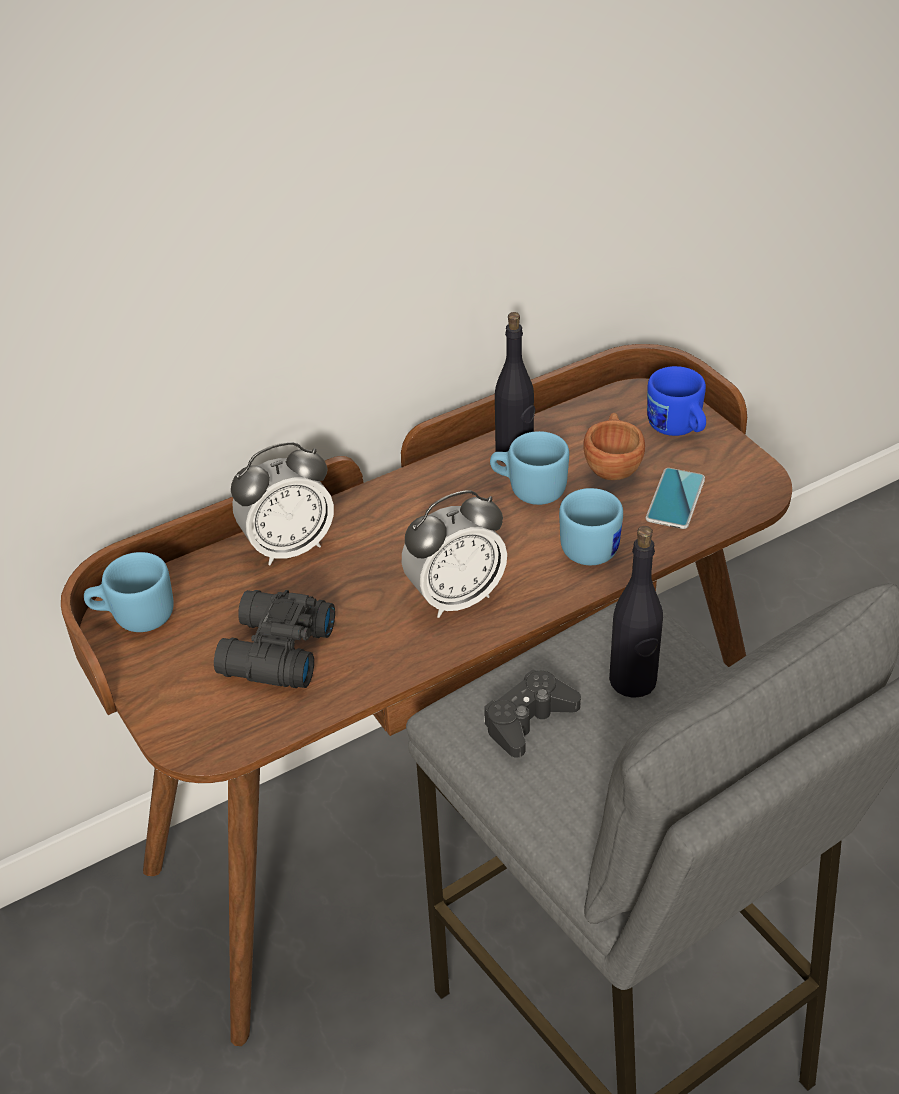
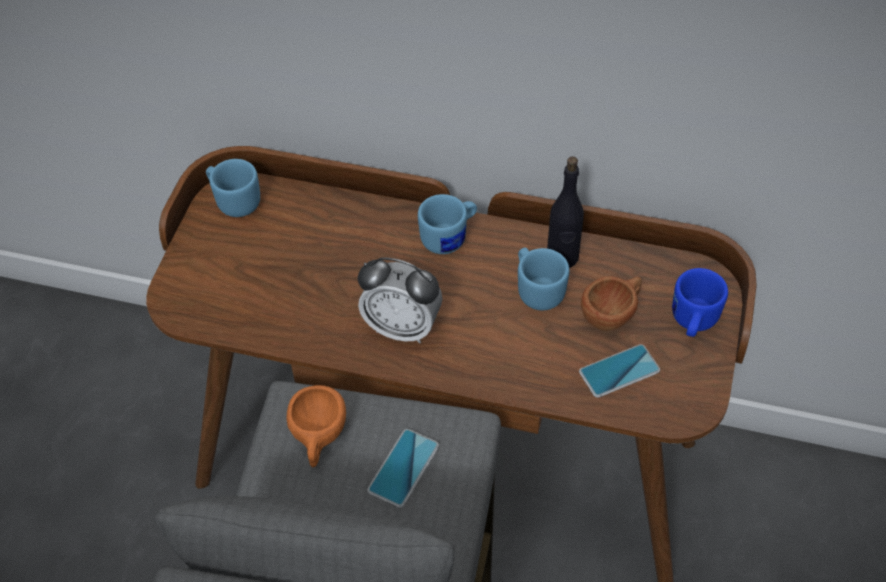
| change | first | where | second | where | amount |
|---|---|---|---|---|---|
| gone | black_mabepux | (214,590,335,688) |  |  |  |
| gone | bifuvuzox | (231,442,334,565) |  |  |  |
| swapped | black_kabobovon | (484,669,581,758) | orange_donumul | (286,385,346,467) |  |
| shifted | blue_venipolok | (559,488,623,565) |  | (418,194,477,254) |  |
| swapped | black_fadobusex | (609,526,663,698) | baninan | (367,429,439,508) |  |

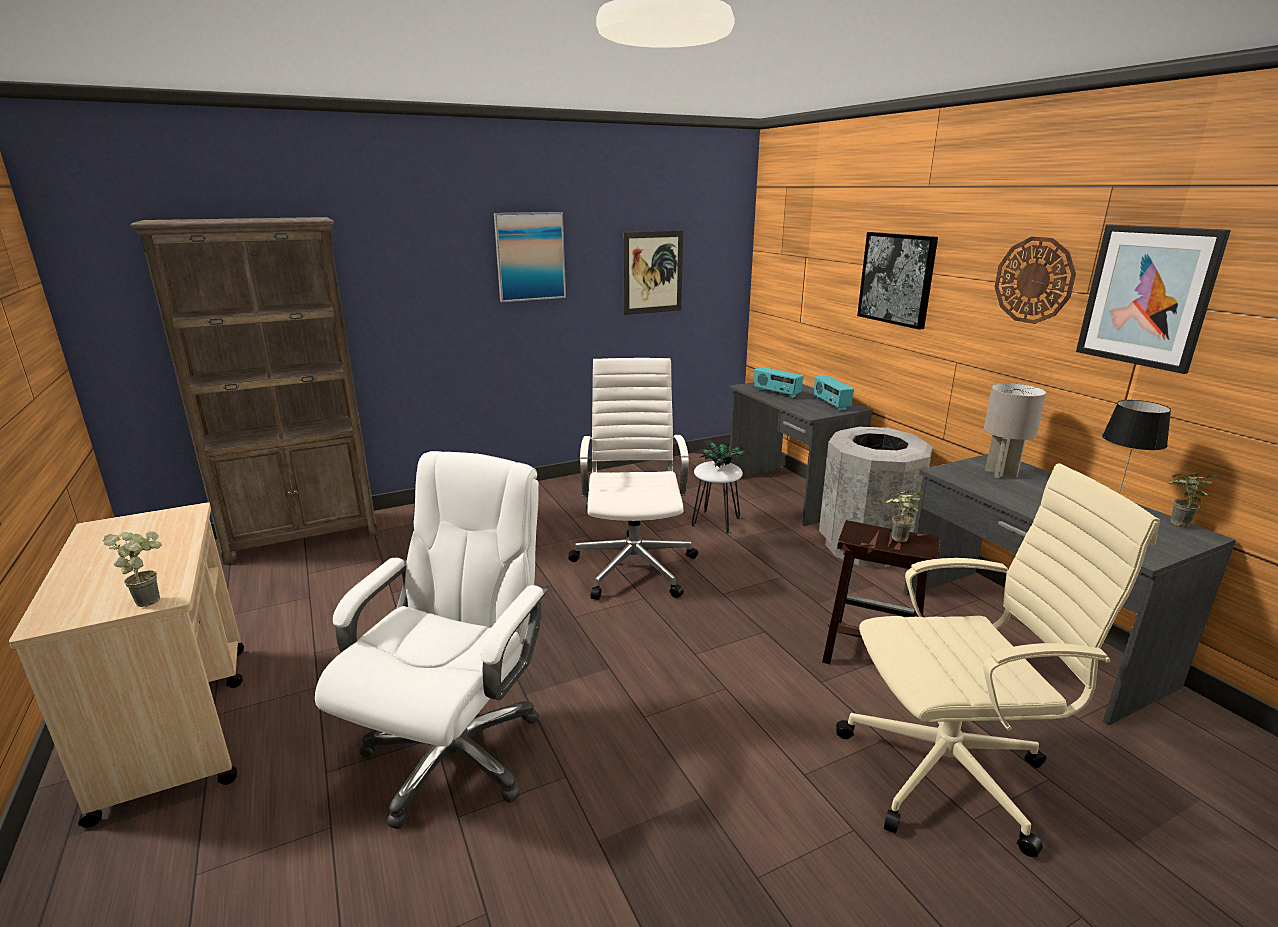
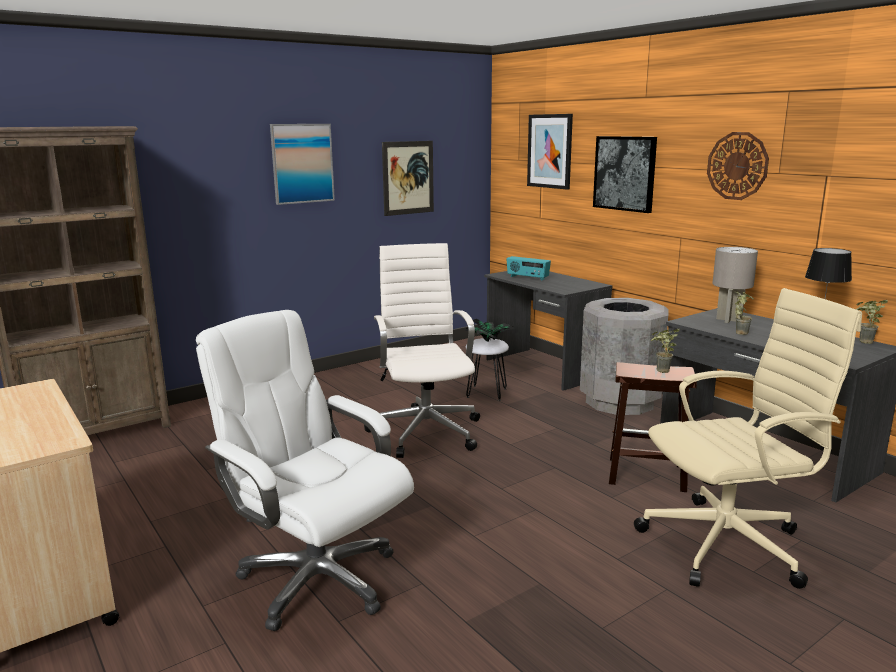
| change | first | where | second | where | amount |
|---|---|---|---|---|---|
| shifted | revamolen | (103,531,162,607) |  | (735,291,754,335) |  |
| rotated | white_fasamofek | (315,451,548,829) |  | (196,310,414,631) | 60 degrees counterclockwise |
| gone | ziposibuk | (814,375,854,411) |  |  |  |
| shifted | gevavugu | (1076,224,1231,374) |  | (527,114,573,190) |  |

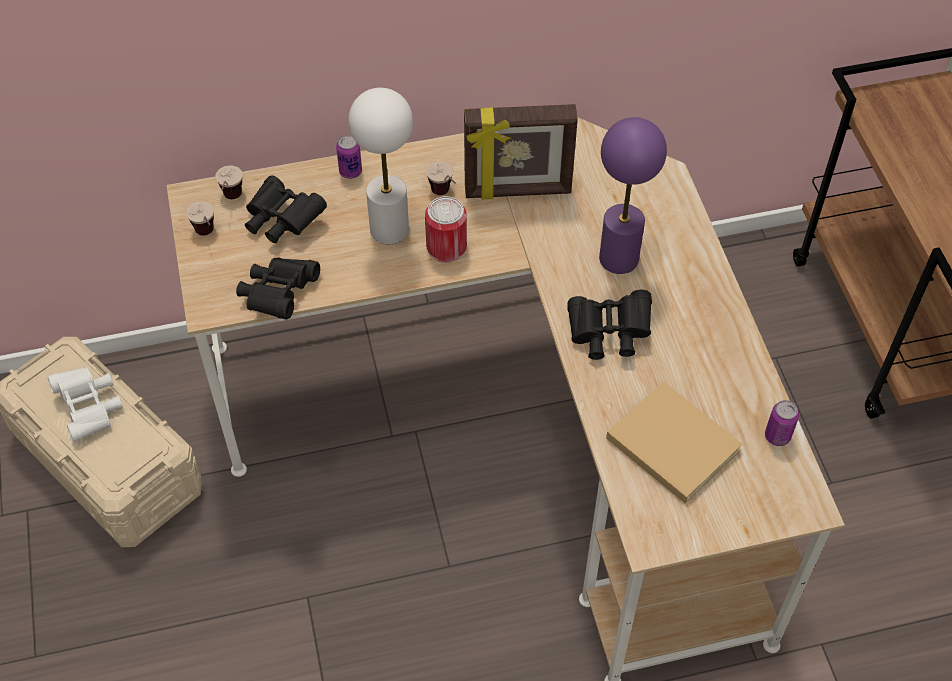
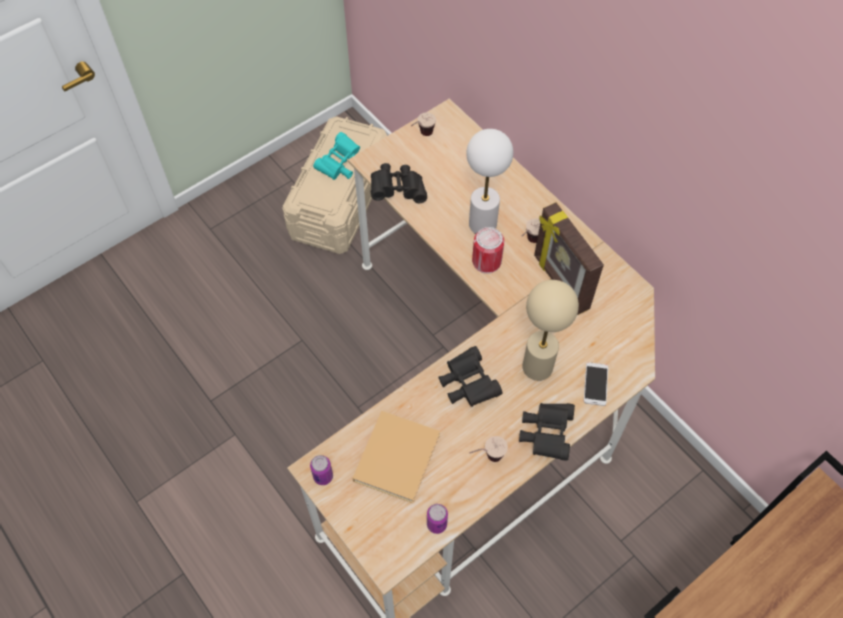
| change | first | where | second | where | amount |
|---|---|---|---|---|---|
| repainted | white_mabepux | (48,367,123,442) | turquoise_mabepux | (313,132,360,180) |  |
| shifted | donumul | (215,165,243,199) |  | (469,436,508,462) |  |
| shifted | black_mabepux | (245,175,327,243) |  | (519,403,575,461) |  |
| shifted | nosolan | (336,135,362,179) |  | (310,455,333,485) |  |
| repainted | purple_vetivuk | (599,117,667,274) | beige_vetivuk | (522,280,579,381) |  |
| new |  |  | baninan | (584,362,608,406) |  |

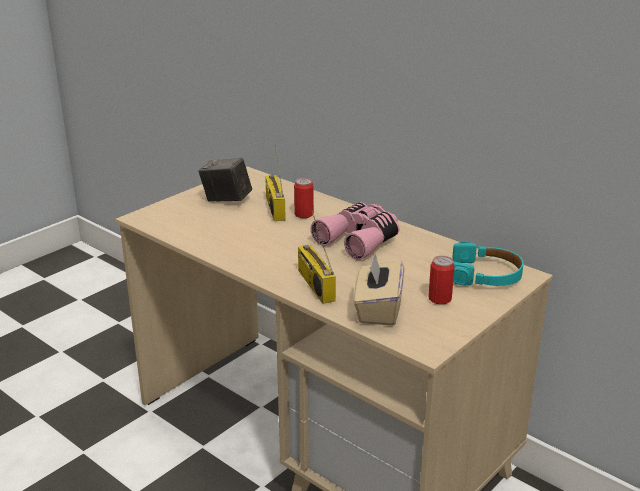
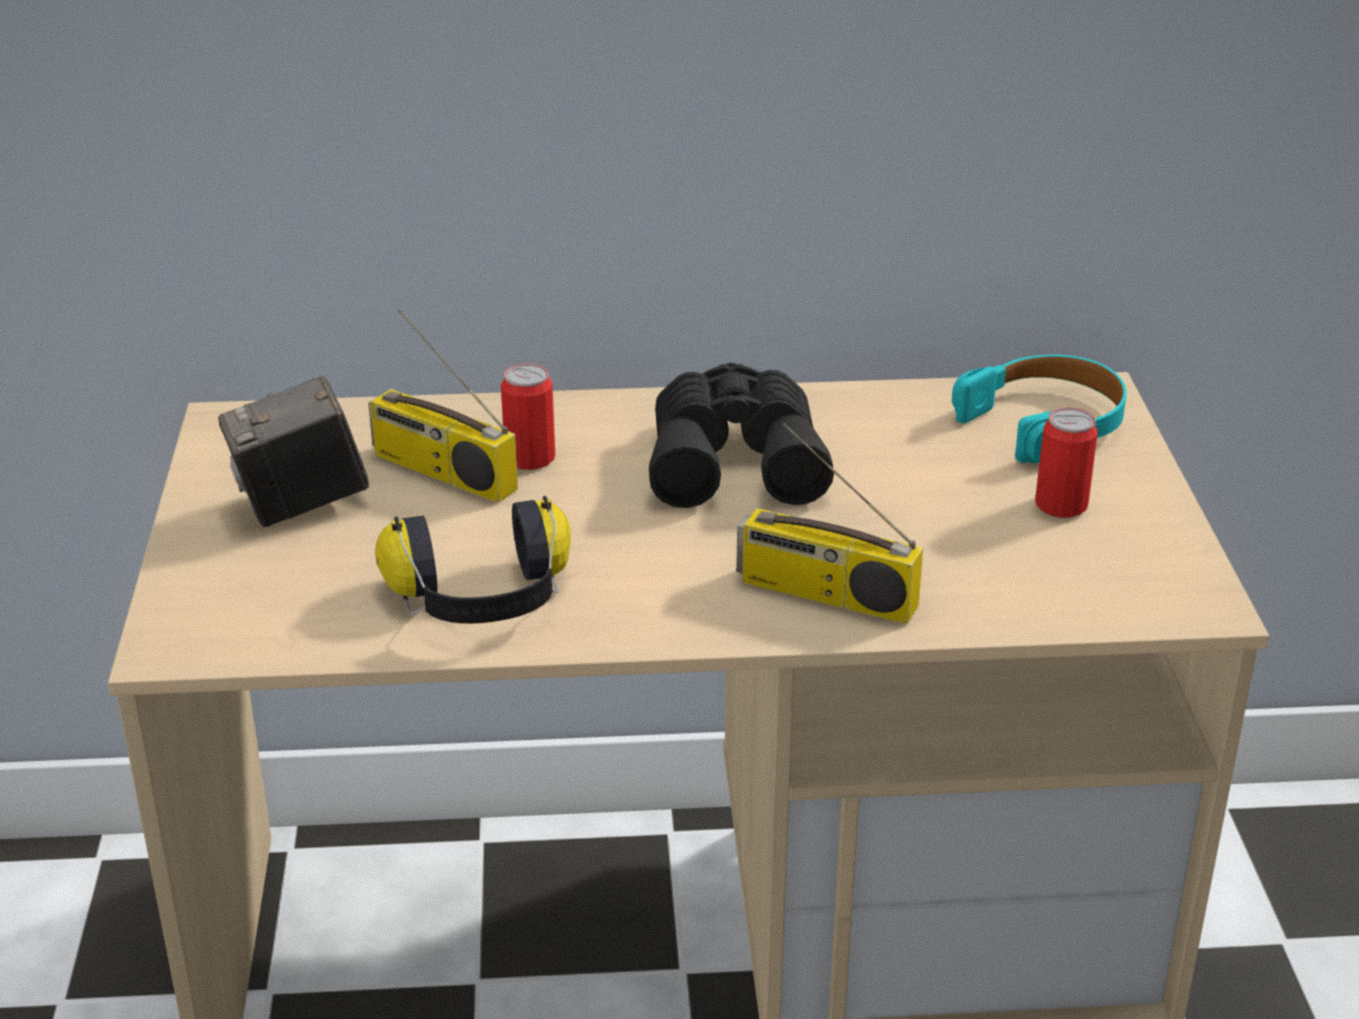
| change | first | where | second | where | amount |
|---|---|---|---|---|---|
| repainted | pink_mabepux | (311,202,399,260) | black_mabepux | (649,363,834,508) |  |
| gone | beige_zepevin | (353,254,405,326) |  |  |  |
| new |  |  | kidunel | (375,496,571,624) |  |

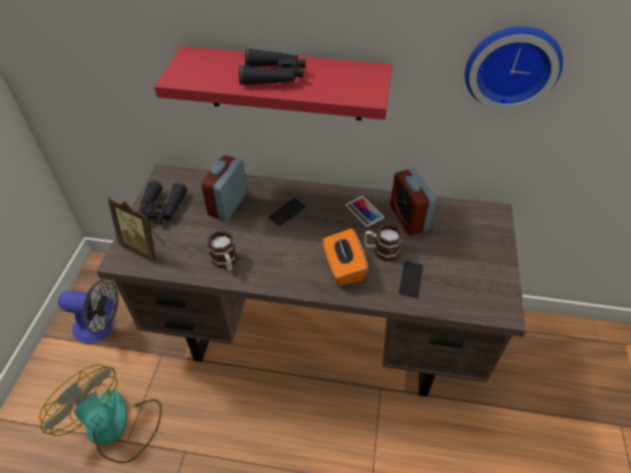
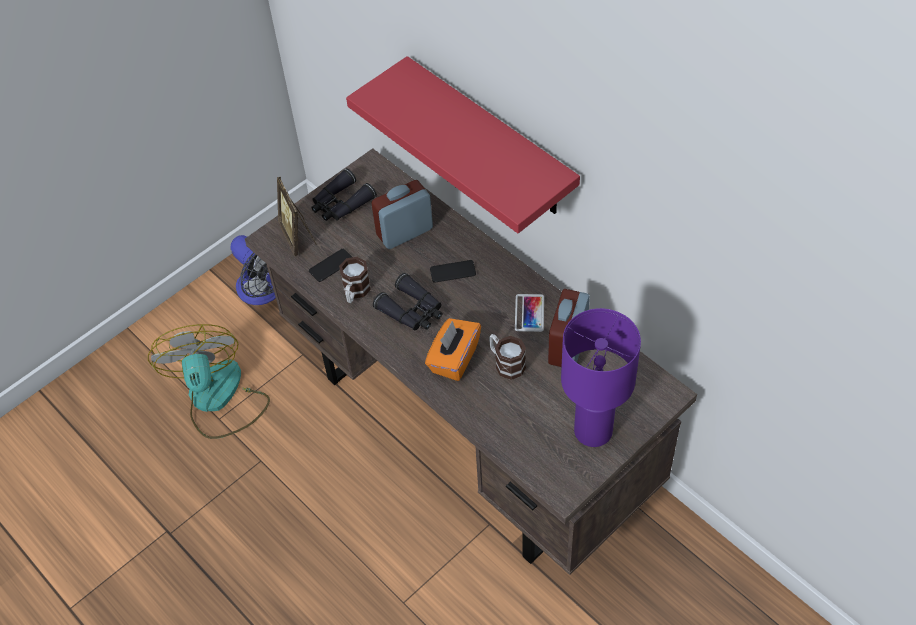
| change | first | where | second | where | amount |
|---|---|---|---|---|---|
| shifted | black_mabepux | (239,48,306,85) |  | (373,273,442,331) |  |
| shifted | baninan | (399,261,423,297) |  | (309,249,352,282) |  |
| gone | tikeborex | (465,26,563,111) |  |  |  |
| new |  |  | purple_vetivuk | (561,308,641,447) |  |

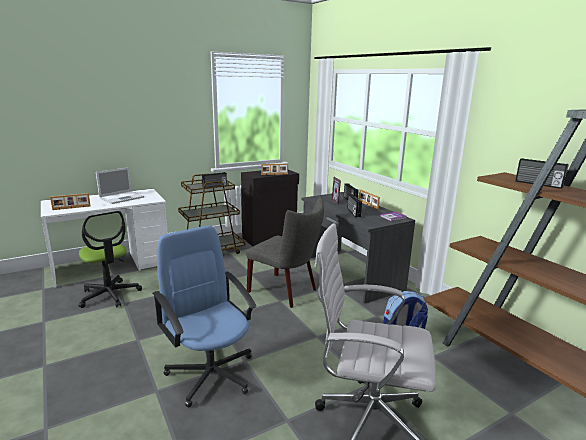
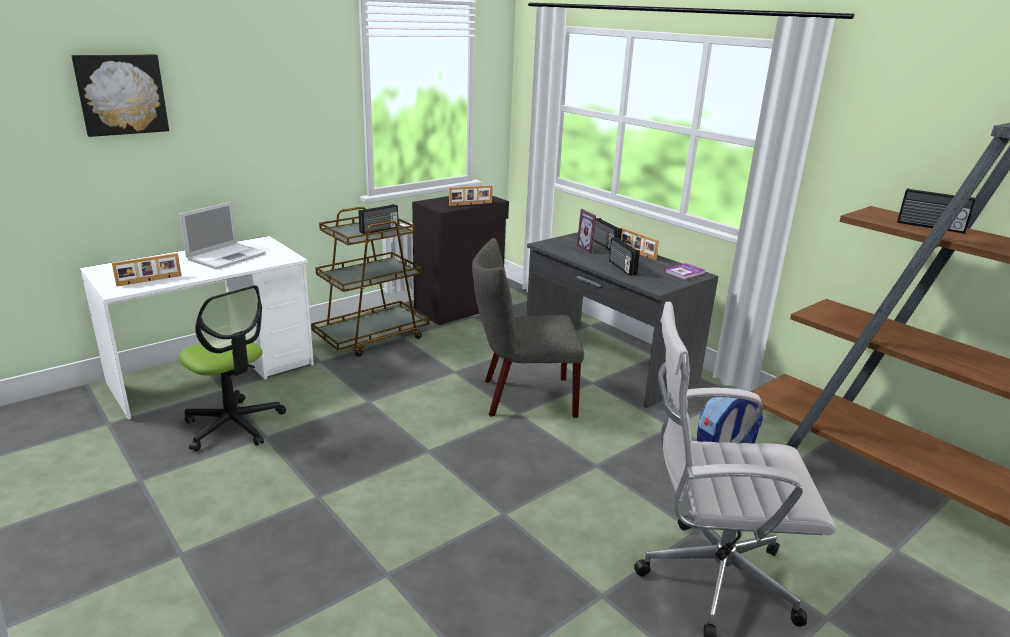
| change | first | where | second | where | amount |
|---|---|---|---|---|---|
| gone | blue_fasamofek | (152,225,257,408) |  |  |  |
| rotated | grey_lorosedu | (246,197,324,308) |  | (472,238,584,418) | 150 degrees clockwise |
| new |  |  | gevavugu | (71,54,169,137) |  |

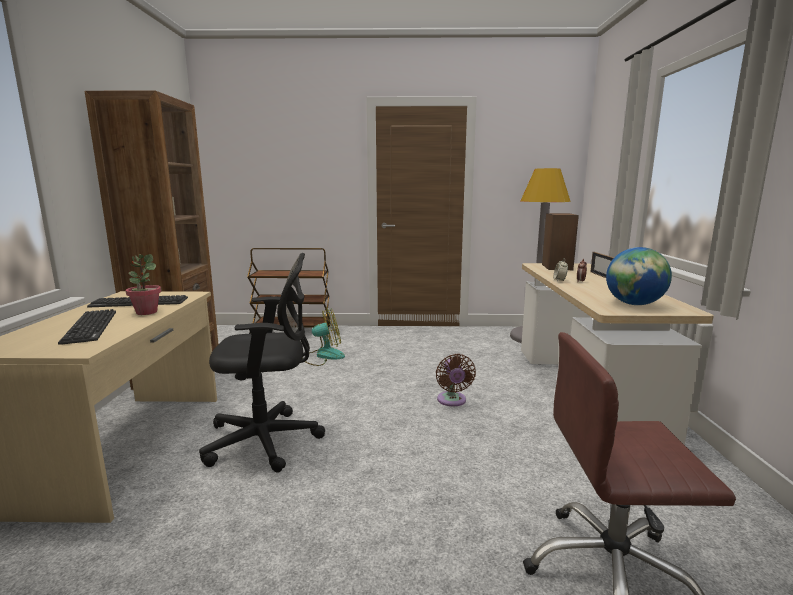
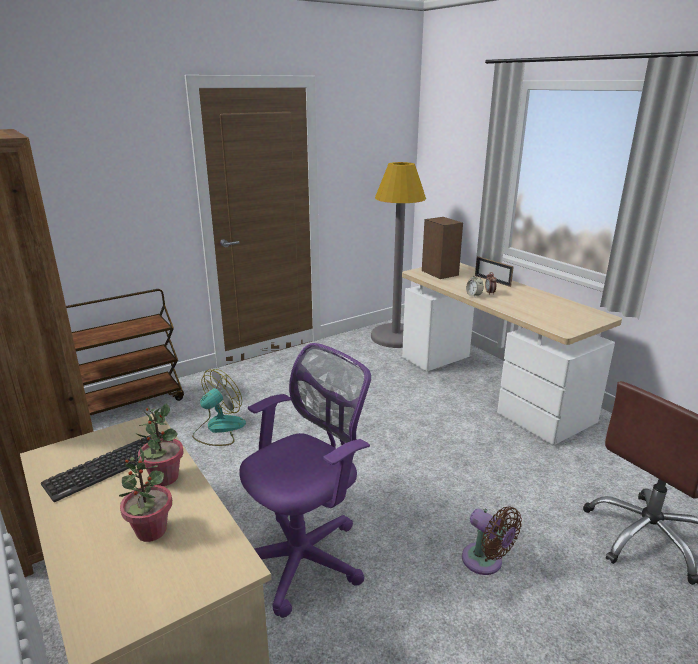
| change | first | where | second | where | amount |
|---|---|---|---|---|---|
| swapped | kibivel | (58,309,116,345) | revamolen | (119,447,172,542) |  |
| repainted | black_fasamofek | (199,253,325,472) | purple_fasamofek | (239,343,371,618) |  |
| shifted | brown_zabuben | (436,354,476,406) |  | (462,506,522,575) |  |
| gone | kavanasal | (606,247,672,305) |  |  |  |

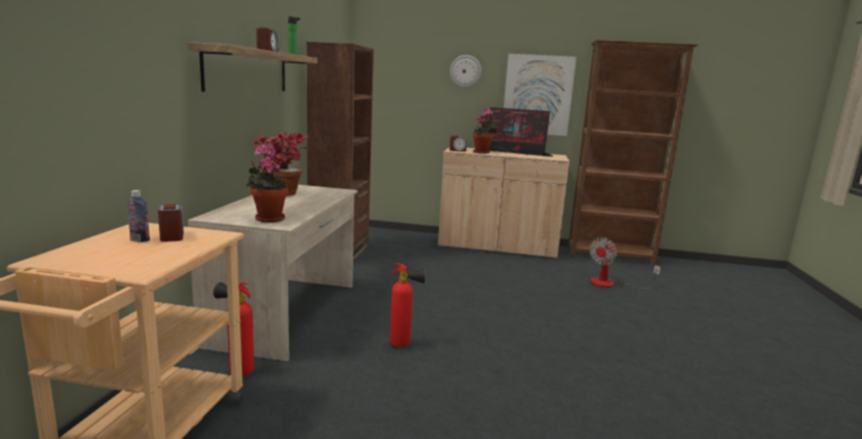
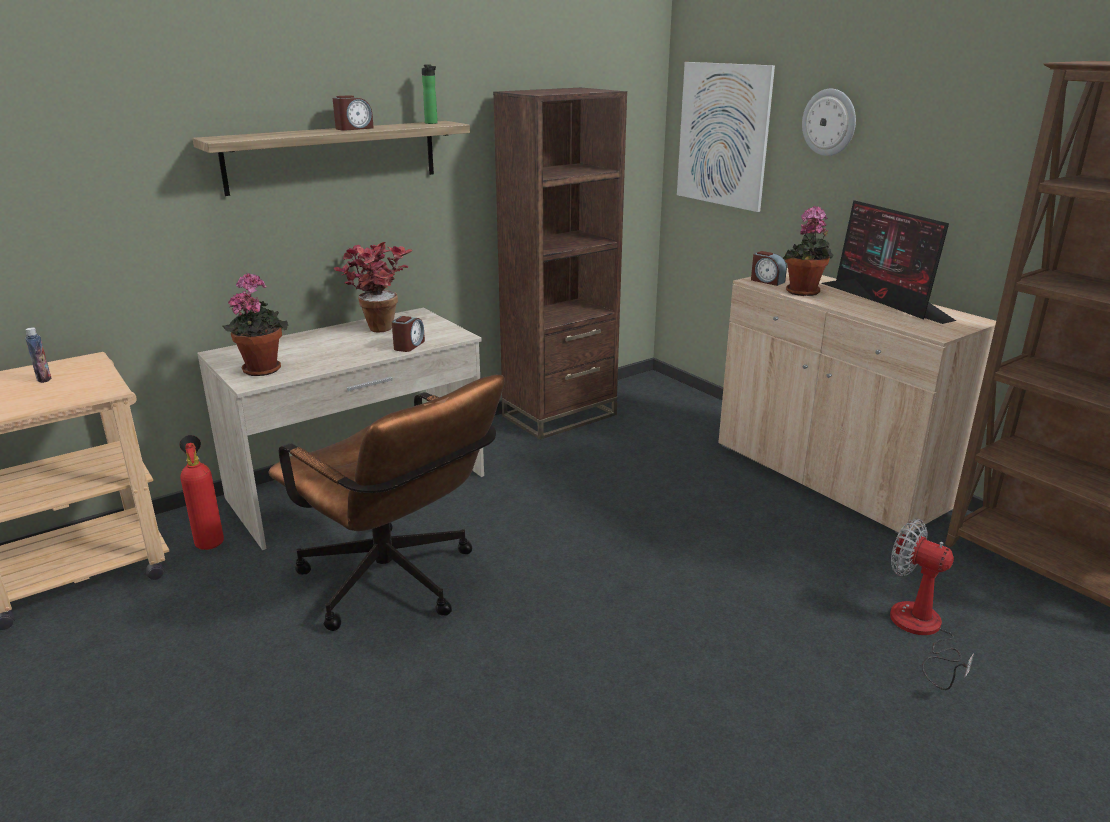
| change | first | where | second | where | amount |
|---|---|---|---|---|---|
| shifted | bifuvuzox | (158,204,184,242) |  | (392,316,425,352) |  |
| swapped | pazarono | (390,263,425,347) | brown_fasamofek | (268,375,505,631) |  |
| shifted | gevavugu | (504,54,577,136) |  | (677,62,775,212) |  |
| rotated | zabuben | (590,237,661,290) |  | (890,519,974,690) | 45 degrees clockwise |

